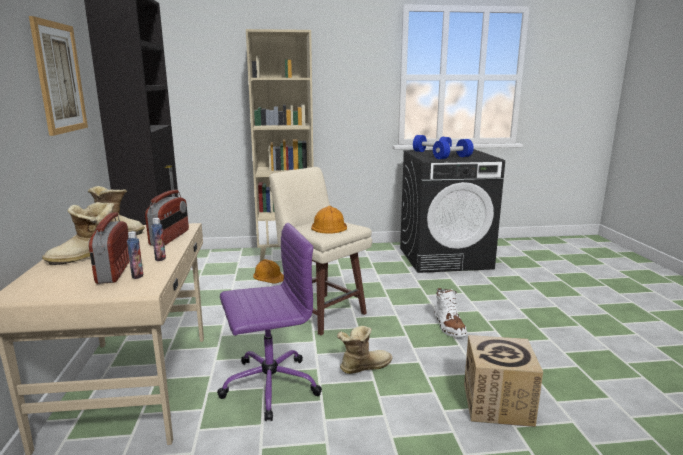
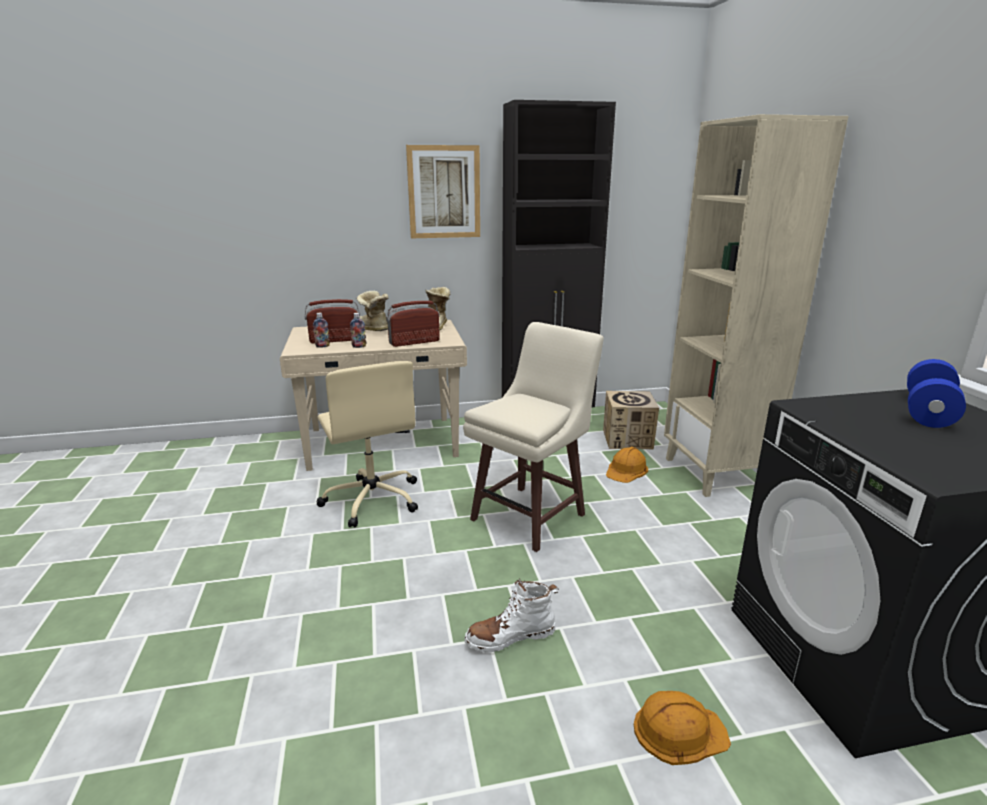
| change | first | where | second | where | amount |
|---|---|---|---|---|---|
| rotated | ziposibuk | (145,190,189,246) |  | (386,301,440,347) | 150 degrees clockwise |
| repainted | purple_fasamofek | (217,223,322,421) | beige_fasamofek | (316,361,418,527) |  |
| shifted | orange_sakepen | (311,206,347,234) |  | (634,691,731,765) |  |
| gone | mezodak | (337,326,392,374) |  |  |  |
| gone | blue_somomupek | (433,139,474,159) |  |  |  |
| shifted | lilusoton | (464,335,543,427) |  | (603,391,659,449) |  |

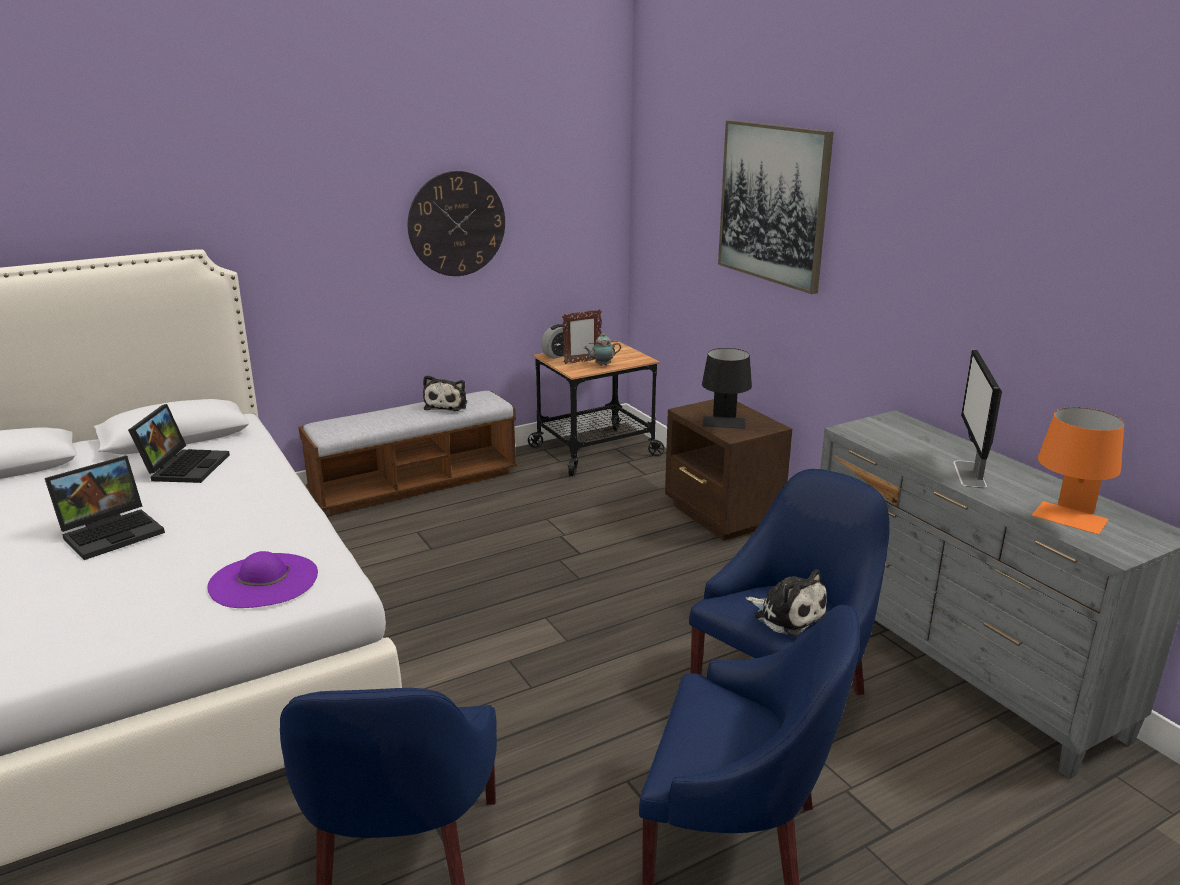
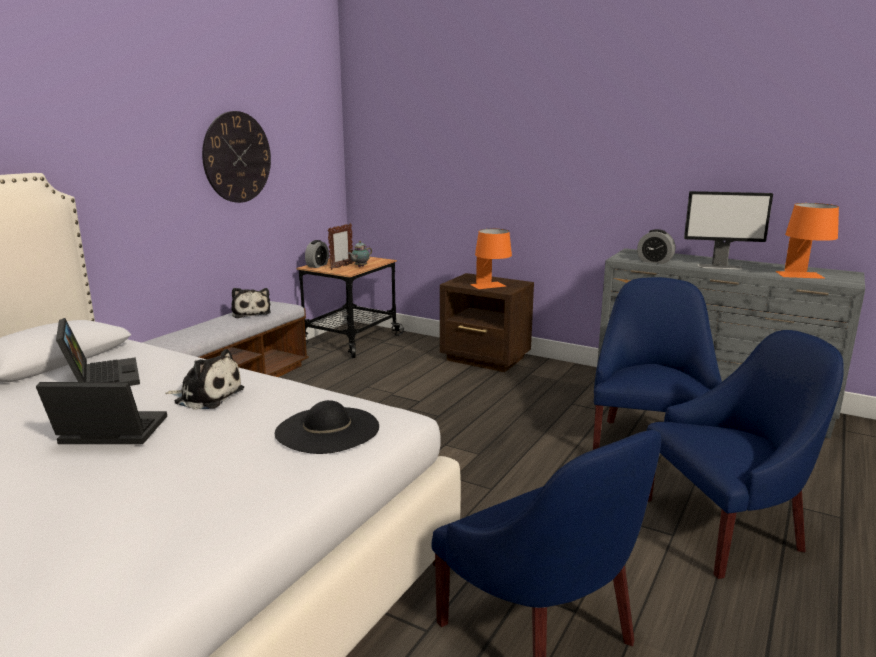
| change | first | where | second | where | amount |
|---|---|---|---|---|---|
| rotated | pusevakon | (45,456,165,560) |  | (36,381,167,444) | 105 degrees counterclockwise |
| repainted | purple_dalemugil | (207,551,318,608) | black_dalemugil | (275,400,379,454) |  |
| repainted | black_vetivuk | (702,348,752,429) | orange_vetivuk | (470,229,512,289) |  |
| gone | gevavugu | (718,120,833,294) |  |  |  |
| shifted | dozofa | (746,569,828,637) |  | (166,349,244,410) |  |
| rotated | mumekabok | (953,350,1002,489) |  | (684,191,773,270) | 60 degrees counterclockwise |
| new |  |  | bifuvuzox | (637,229,676,264) |  |

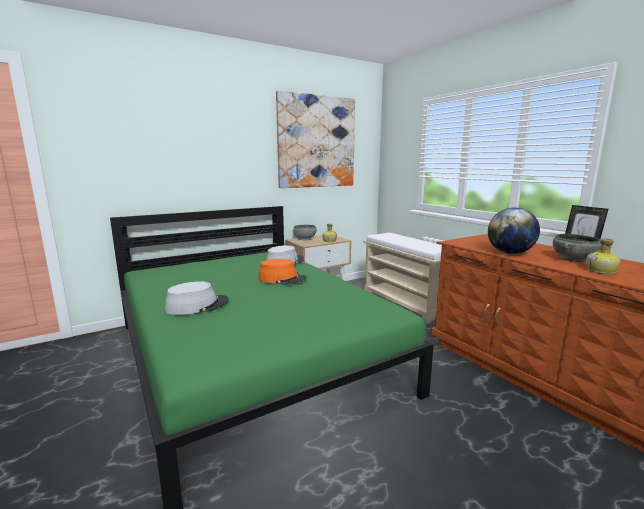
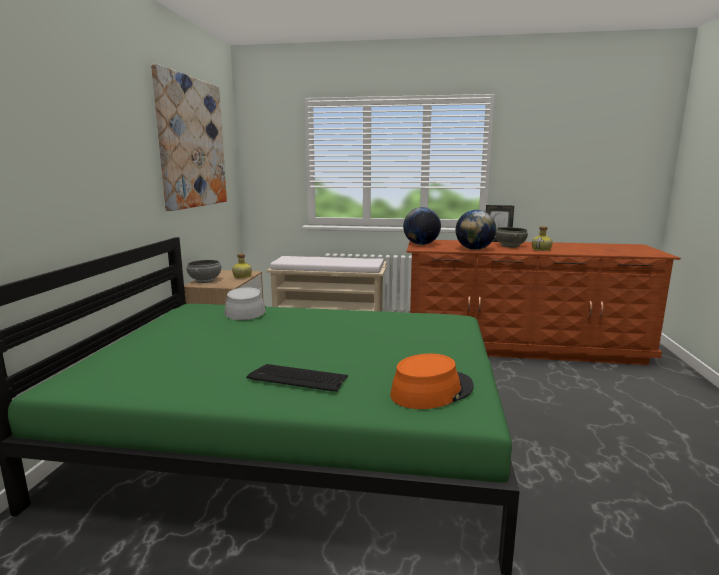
| change | first | where | second | where | amount |
|---|---|---|---|---|---|
| swapped | grey_dalemugil | (165,281,229,315) | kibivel | (246,364,348,391) |  |
| shifted | orange_dalemugil | (258,259,307,285) |  | (390,354,474,409) |  |
| new |  |  | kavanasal | (403,207,441,245) |  |

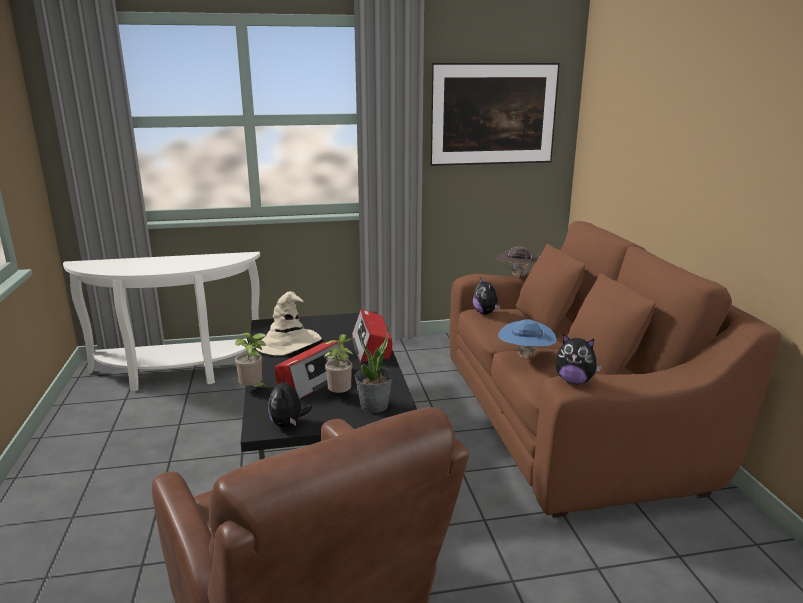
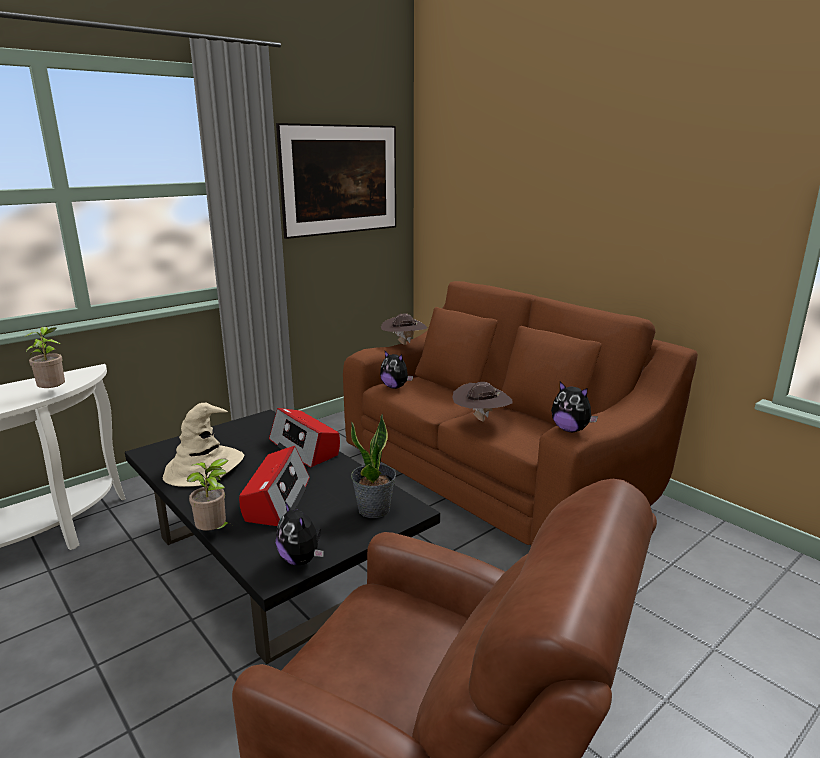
| change | first | where | second | where | amount |
|---|---|---|---|---|---|
| shifted | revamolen | (324,334,353,393) |  | (24,327,65,388) |  |
| repainted | blue_dalemugil | (498,319,557,358) | brown_dalemugil | (452,382,513,422) |  |
| rotated | dozofa | (555,334,602,384) |  | (551,381,598,432) | 45 degrees clockwise |

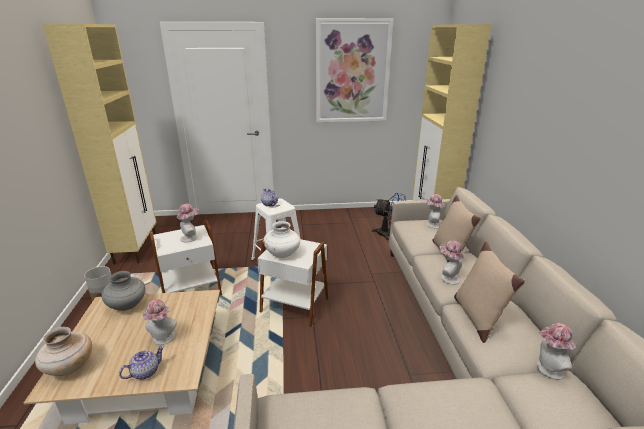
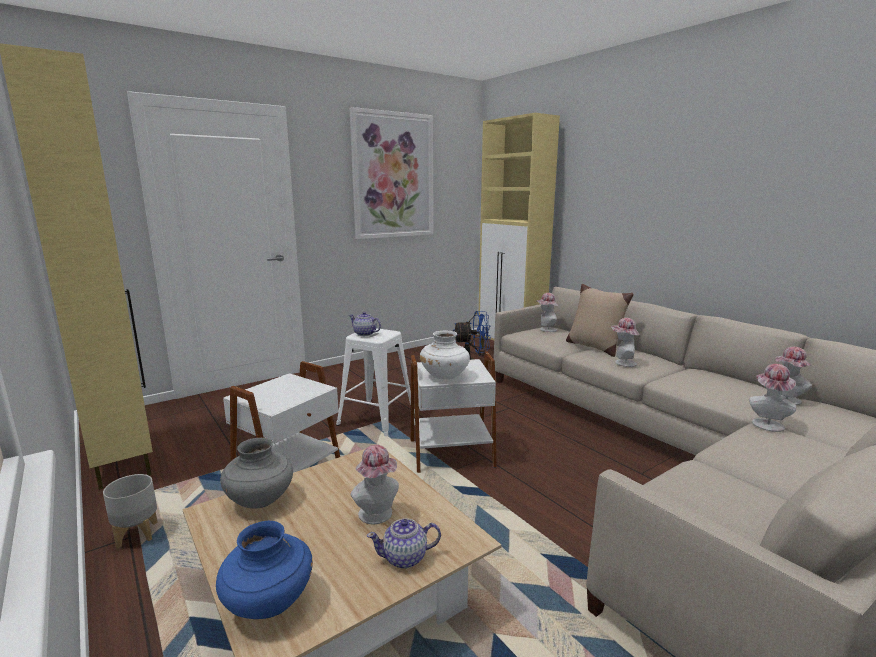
| change | first | where | second | where | amount |
|---|---|---|---|---|---|
| repainted | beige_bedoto | (35,327,92,376) | blue_bedoto | (216,521,313,619) |  |
| rotated | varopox | (119,346,164,379) |  | (367,518,441,569) | 120 degrees counterclockwise |
| shifted | dalemugil | (177,204,199,243) |  | (749,364,797,432) |  |
| gone | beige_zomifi | (454,242,525,343) |  |  |  |

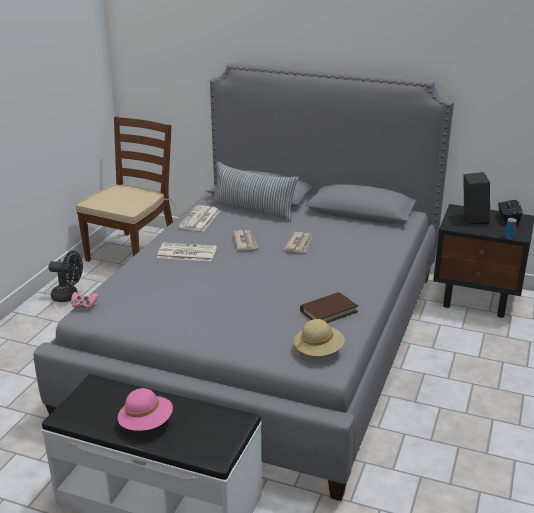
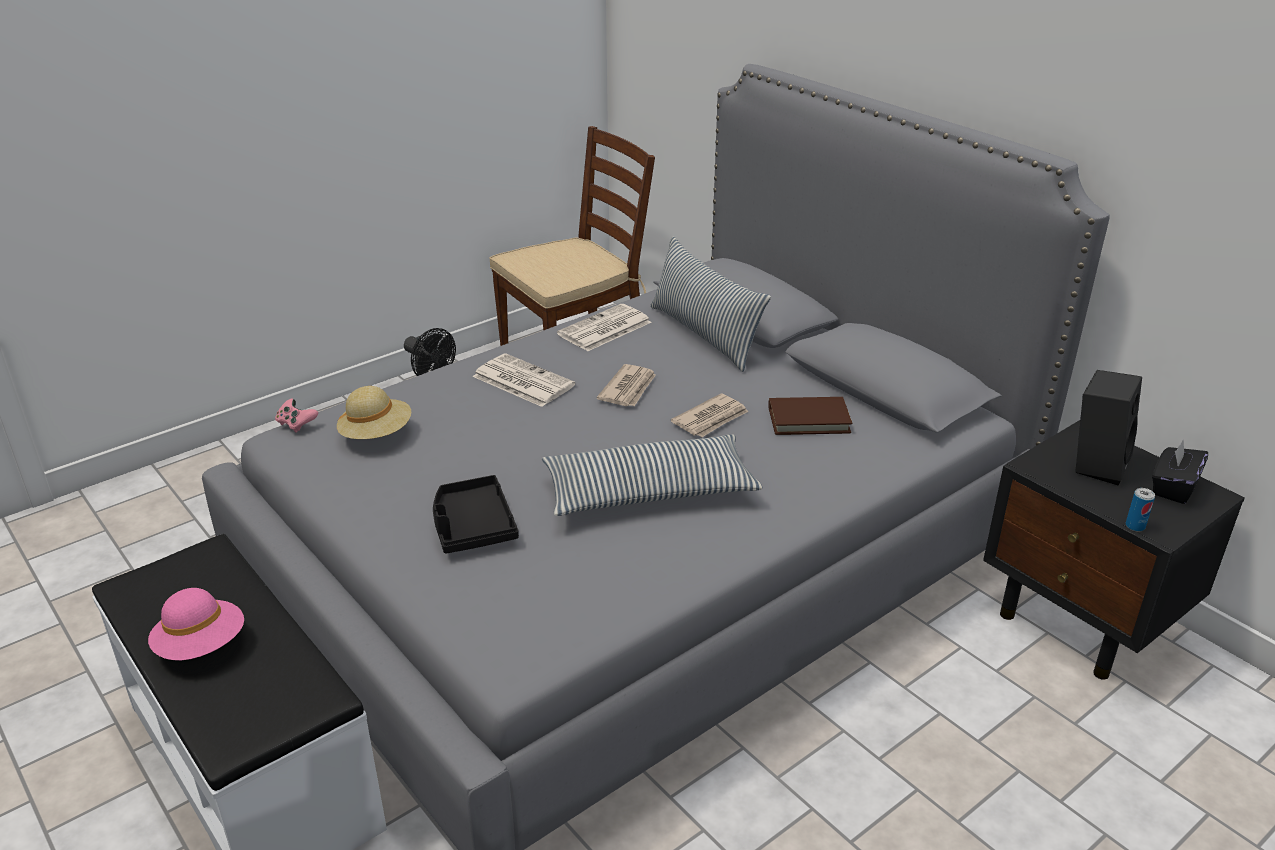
| change | first | where | second | where | amount |
|---|---|---|---|---|---|
| shifted | beige_dalemugil | (294,319,345,356) |  | (337,386,411,439) |  |
| shifted | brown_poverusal | (300,292,358,323) |  | (768,397,852,435) |  |
| new |  |  | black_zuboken | (433,475,519,554) |  |
| new |  |  | zomifi | (542,434,762,516) |  |

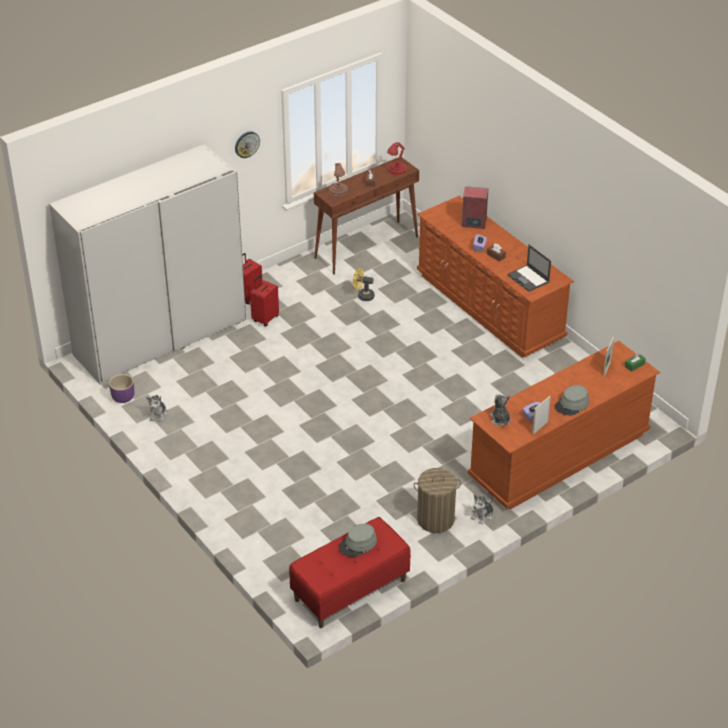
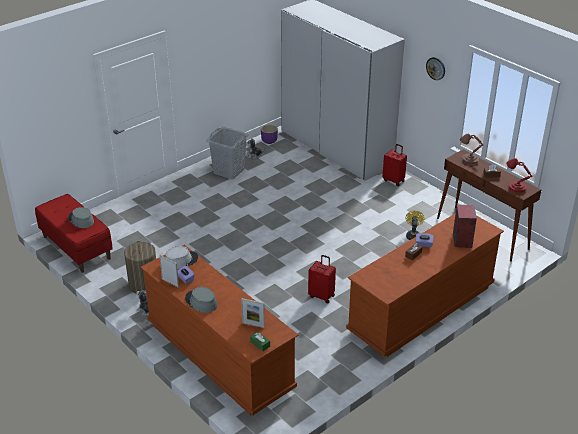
| change | first | where | second | where | amount |
|---|---|---|---|---|---|
| shifted | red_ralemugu | (250,275,279,326) |  | (308,255,336,304) |  |
| swapped | dozofa | (490,394,511,426) | grey_dalemugil | (165,246,198,269) |  |
| gone | pusevakon | (507,245,551,292) |  |  |  |
| new |  |  | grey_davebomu | (206,126,249,179) |  |

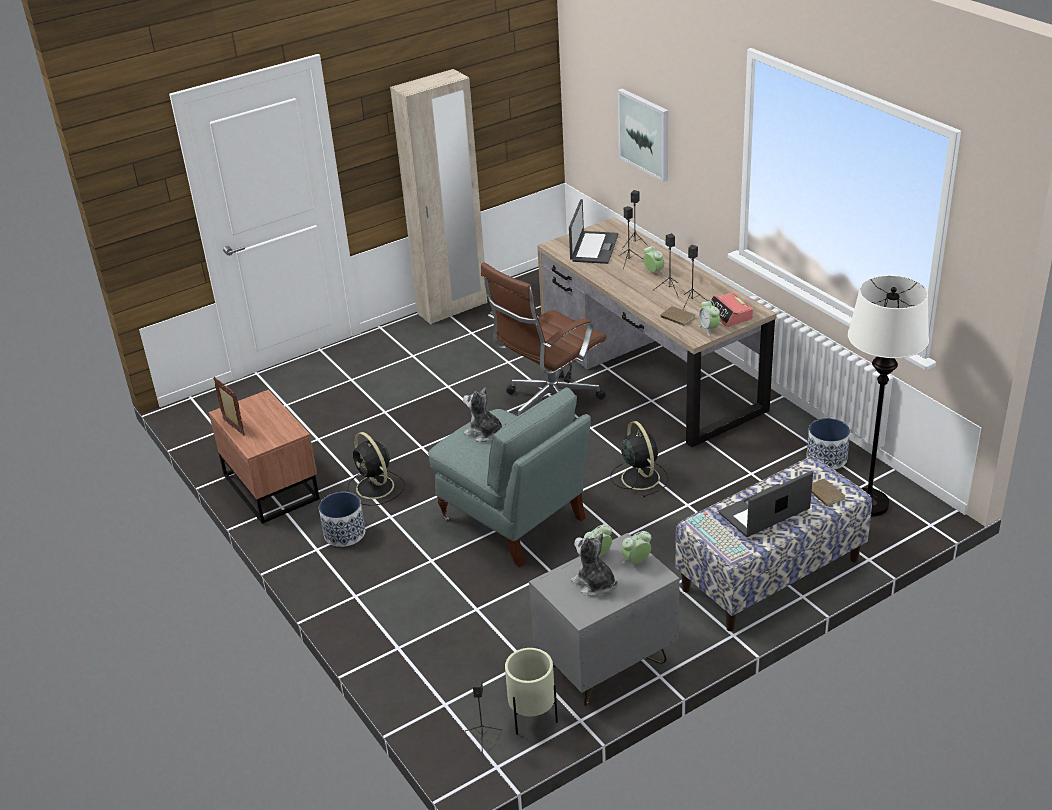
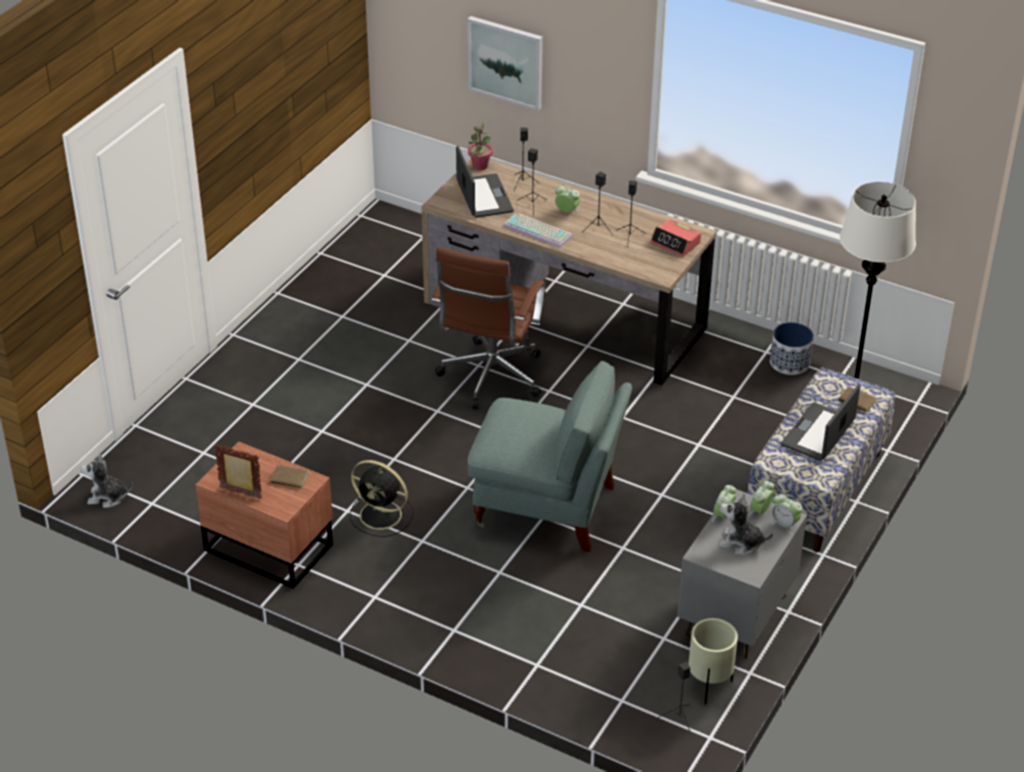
| change | first | where | second | where | amount |
|---|---|---|---|---|---|
| gone | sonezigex | (319,492,365,547) |  |  |  |
| gone | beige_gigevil | (390,69,487,324) |  |  |  |
| shifted | dozofa | (463,387,506,442) |  | (81,453,133,508) |  |
| gone | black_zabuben | (610,421,669,498) |  |  |  |
| shifted | brown_poverusal | (661,306,695,327) |  | (270,465,309,490) |  |
| shifted | kibivel | (685,511,753,566) |  | (504,212,573,248) |  |
| shifted | bifuvuzox | (698,300,720,336) |  | (770,494,802,535) |  |
| new |  |  | revamolen | (468,123,493,170) |  |

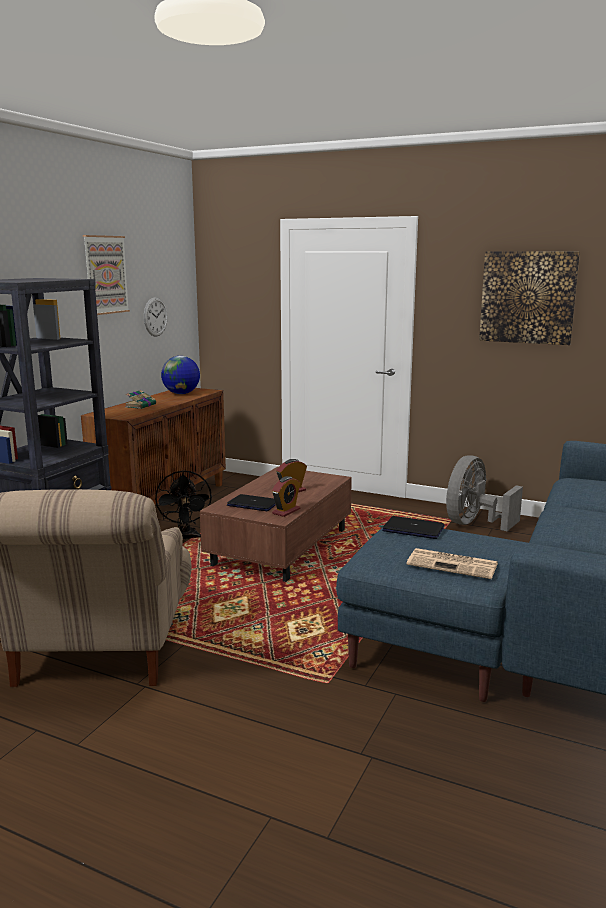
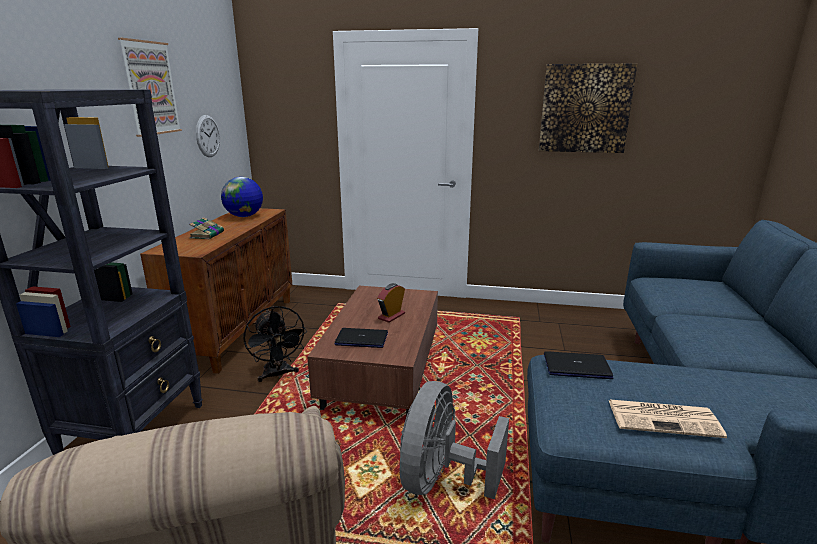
| change | first | where | second | where | amount |
|---|---|---|---|---|---|
| gone | bifuvuzox | (272,476,300,517) |  |  |  |
| shifted | grey_zabuben | (446,455,523,531) |  | (400,381,509,499) |  |

